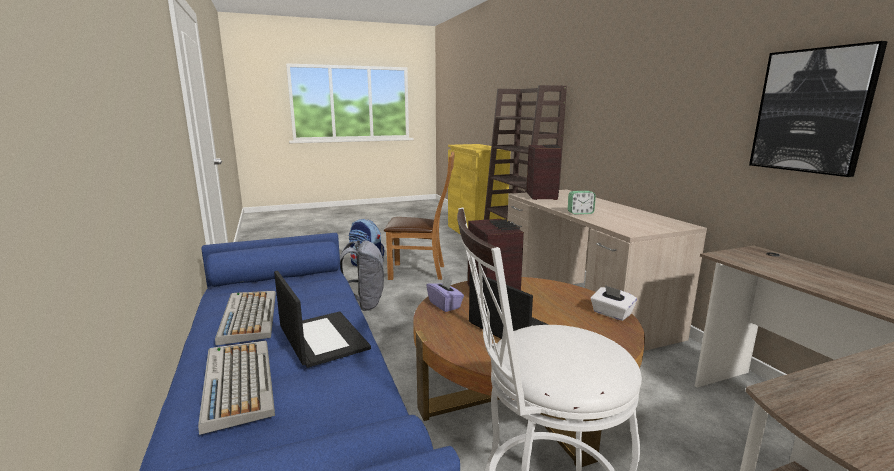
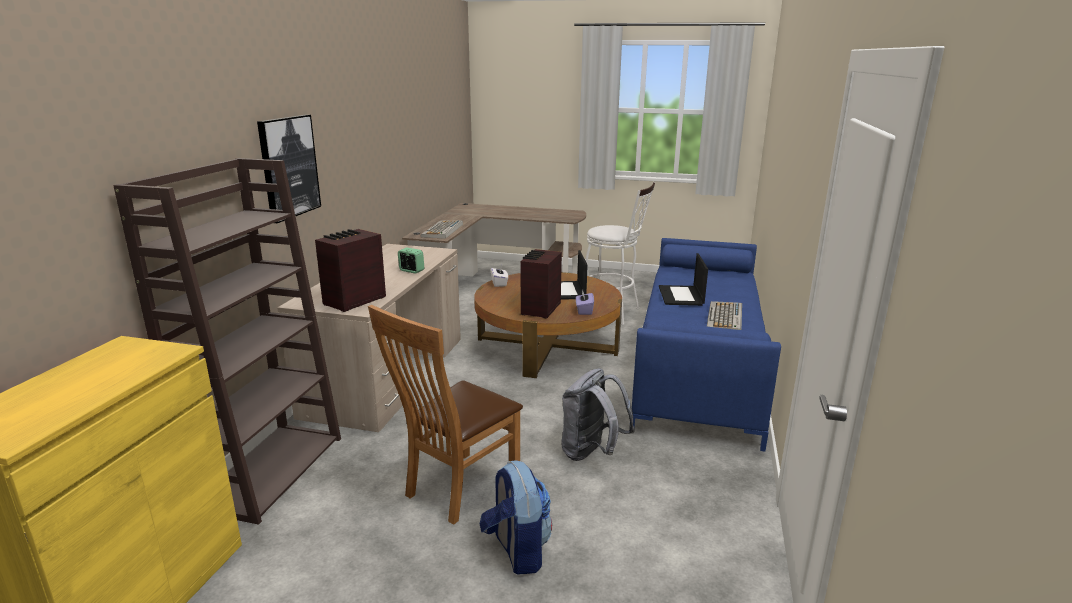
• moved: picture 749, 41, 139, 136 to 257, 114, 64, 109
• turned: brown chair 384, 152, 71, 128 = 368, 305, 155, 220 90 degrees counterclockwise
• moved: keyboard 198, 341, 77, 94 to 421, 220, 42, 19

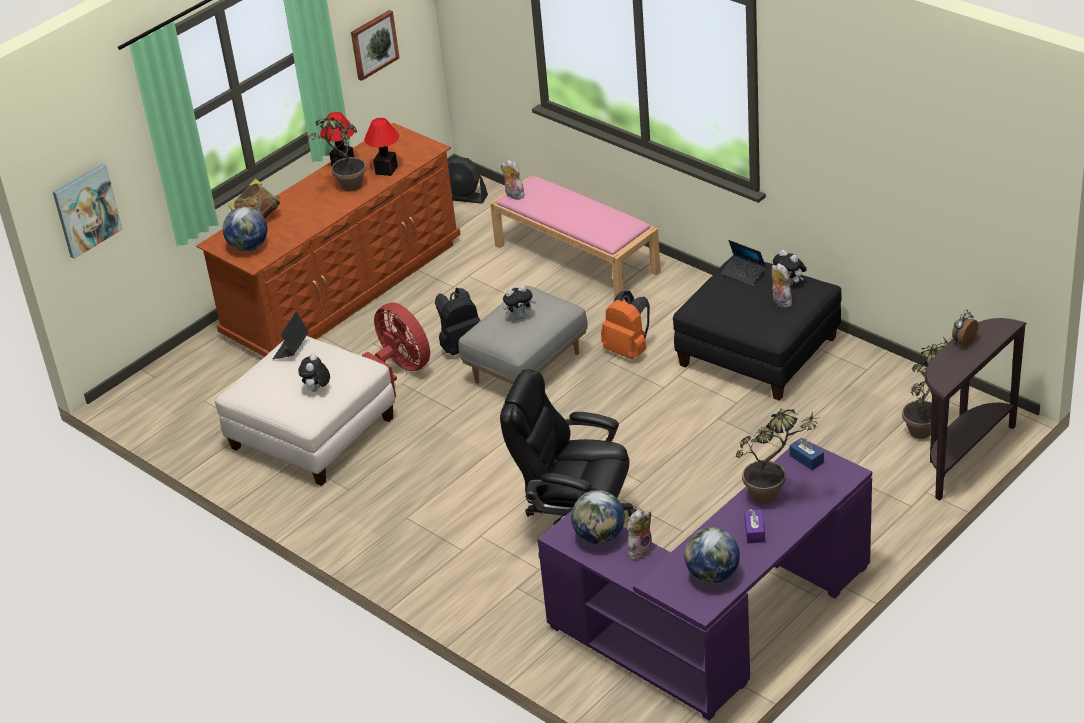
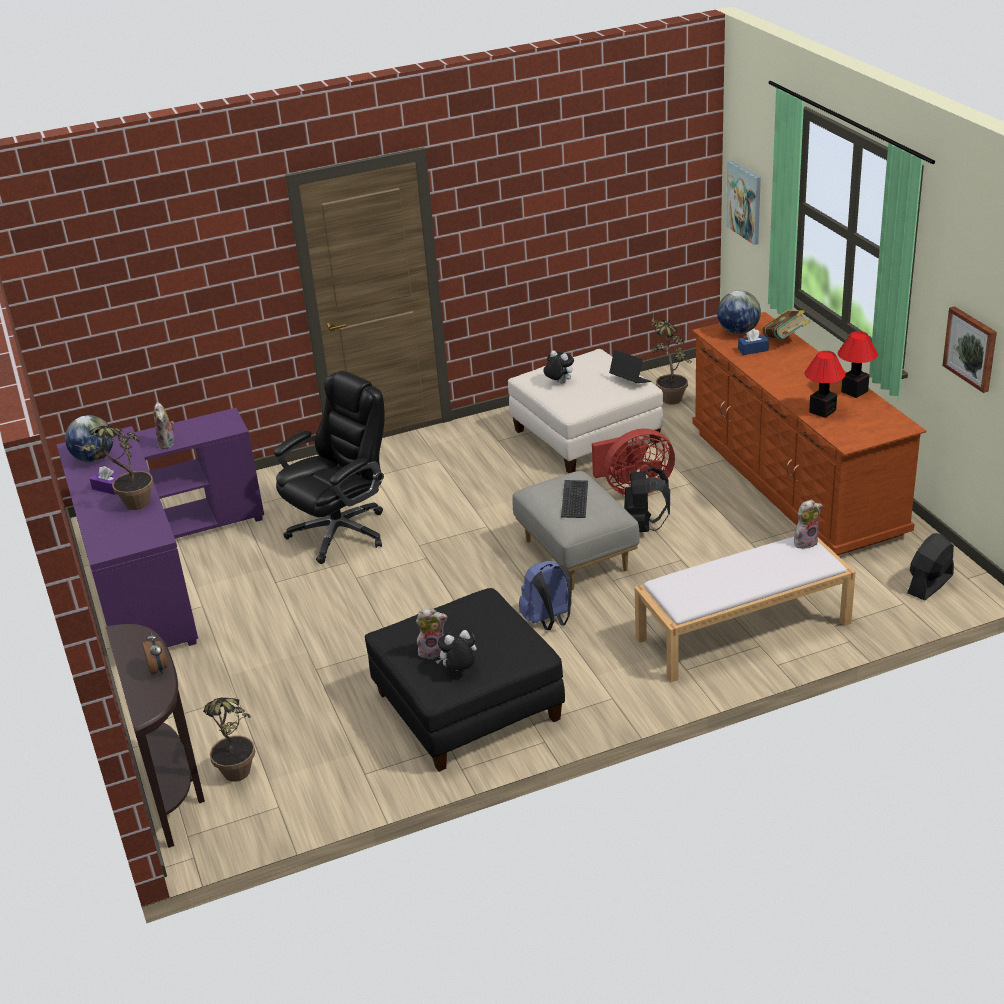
• moved: potted plant 305, 118, 61, 73 to 650, 314, 42, 91
• recoloured: pink bench 490, 175, 170, 125 to white bench 635, 537, 221, 145
• removed: laptop 721, 240, 45, 46
• replaced: plush toy 503, 285, 33, 35 to keyboard 561, 480, 27, 38
• recoloured: orange backpack 601, 291, 49, 68 to blue backpack 519, 561, 53, 69
• moved: blue tissue box 789, 438, 35, 32 to 738, 329, 31, 26
• removed: globe 571, 490, 54, 54

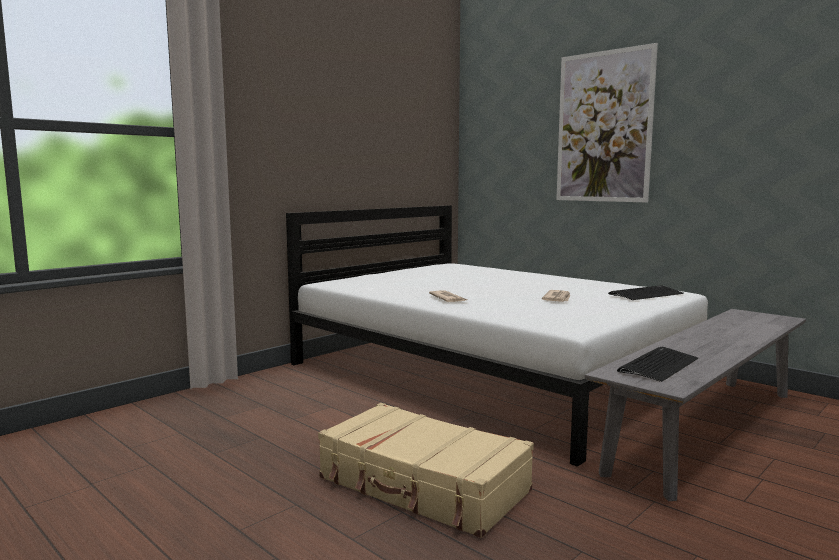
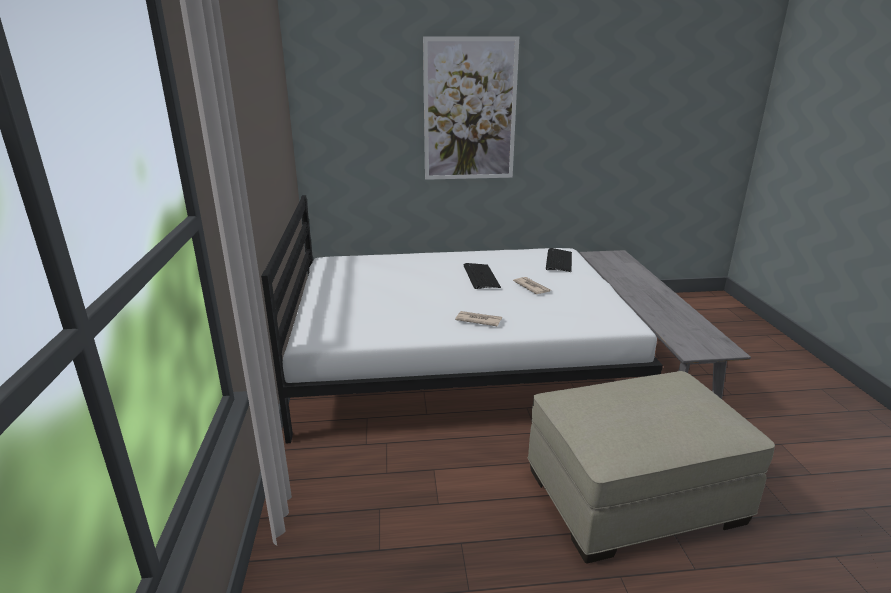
• moved: keyboard 617, 347, 81, 35 to 464, 263, 37, 26
• replaced: beige suitcase 318, 403, 216, 135 to beige ottoman 528, 371, 247, 192

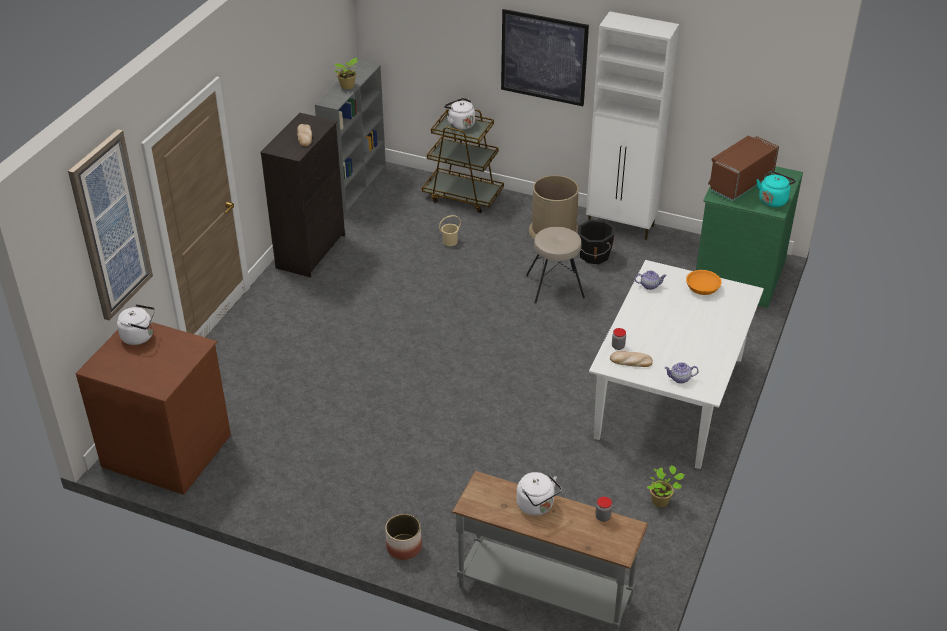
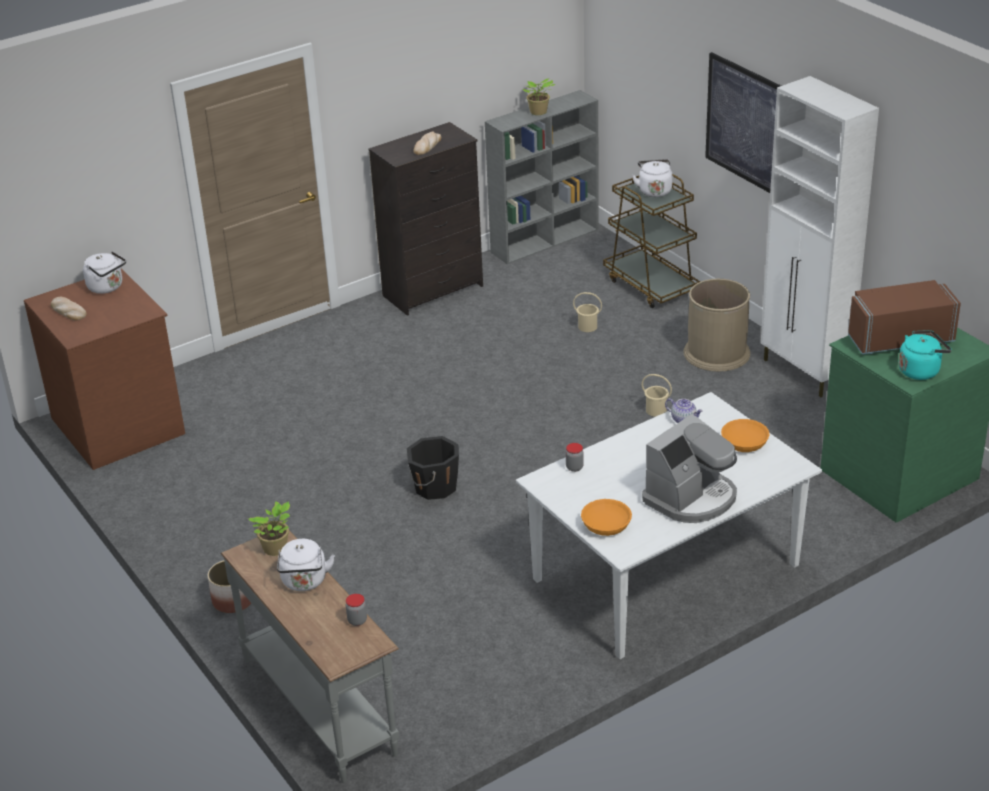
• removed: picture 68, 129, 85, 191
• moved: black bucket 576, 219, 39, 45 to 407, 436, 52, 64
• replaced: beige stool 526, 227, 59, 77 to beige bucket 642, 374, 30, 43
• moved: bread 610, 351, 43, 16 to 51, 297, 36, 24
• replaced: teapot 665, 362, 34, 22 to orange bowl 581, 499, 51, 37
• moved: potted plant 647, 465, 38, 42 to 248, 501, 42, 55
• added: coffee machine 642, 414, 95, 109

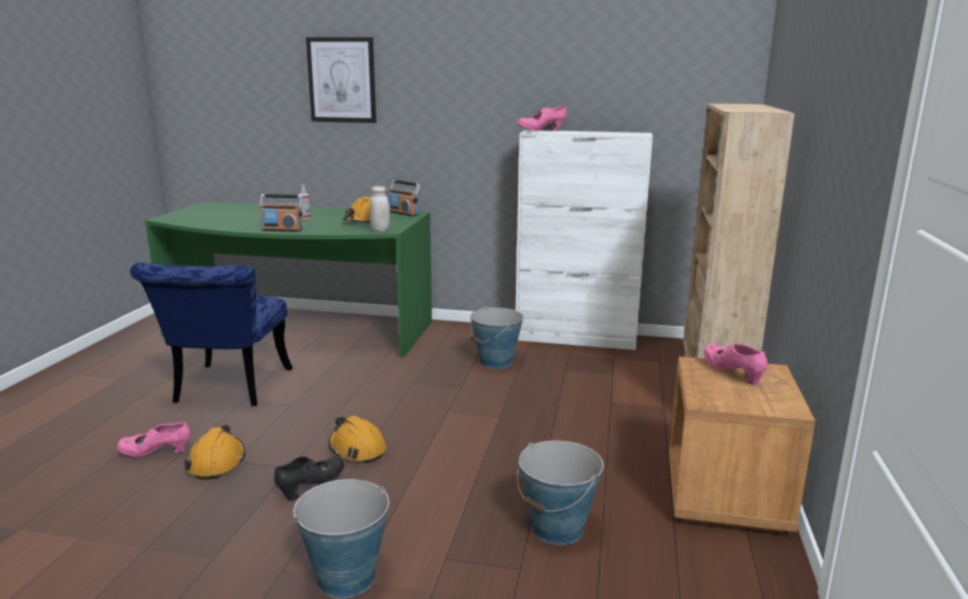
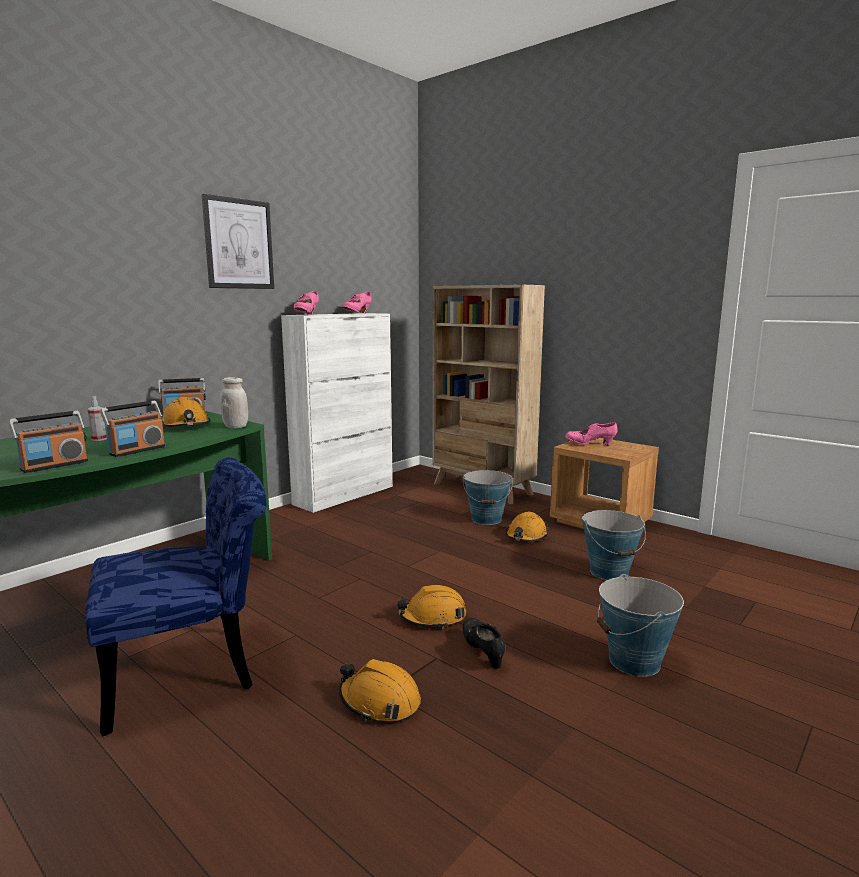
• moved: picture 306, 37, 70, 86 to 202, 194, 72, 95
• turned: blue chair 130, 262, 163, 144 = 85, 458, 182, 278 60 degrees counterclockwise
• moved: bucket 470, 306, 53, 63 to 463, 470, 50, 55
• moved: pink shoe 117, 422, 74, 35 to 342, 292, 30, 21
• added: radio 9, 411, 79, 62
• added: orange hard hat 506, 512, 43, 30

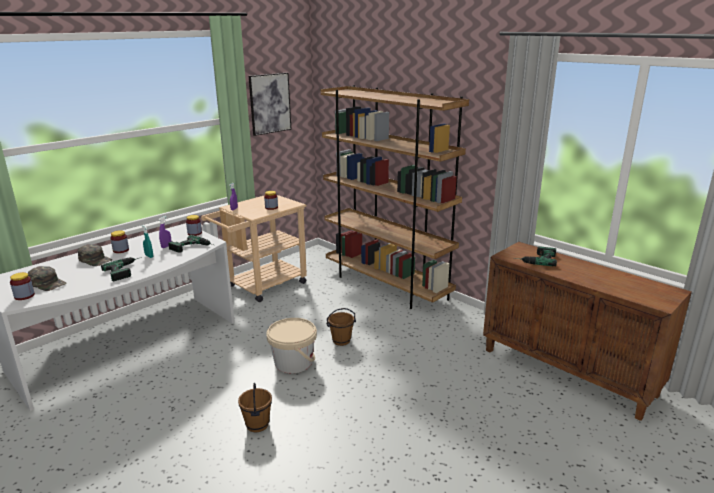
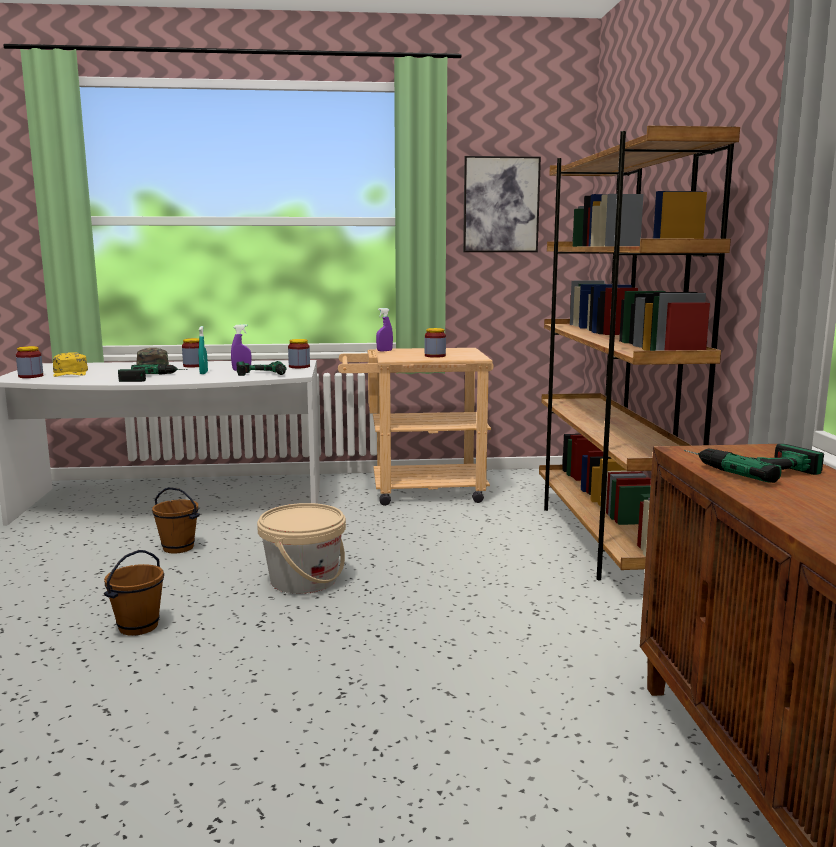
• recoloured: green cap 28, 266, 38, 25 to yellow cap 53, 352, 35, 25
• moved: brown bucket 326, 308, 30, 38 to 152, 487, 48, 66

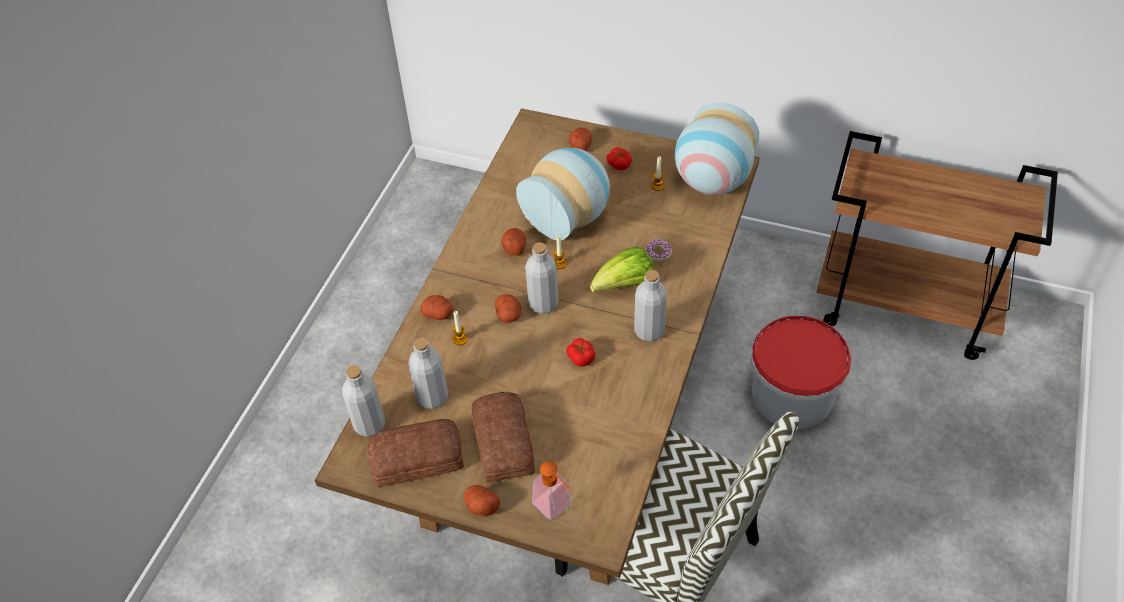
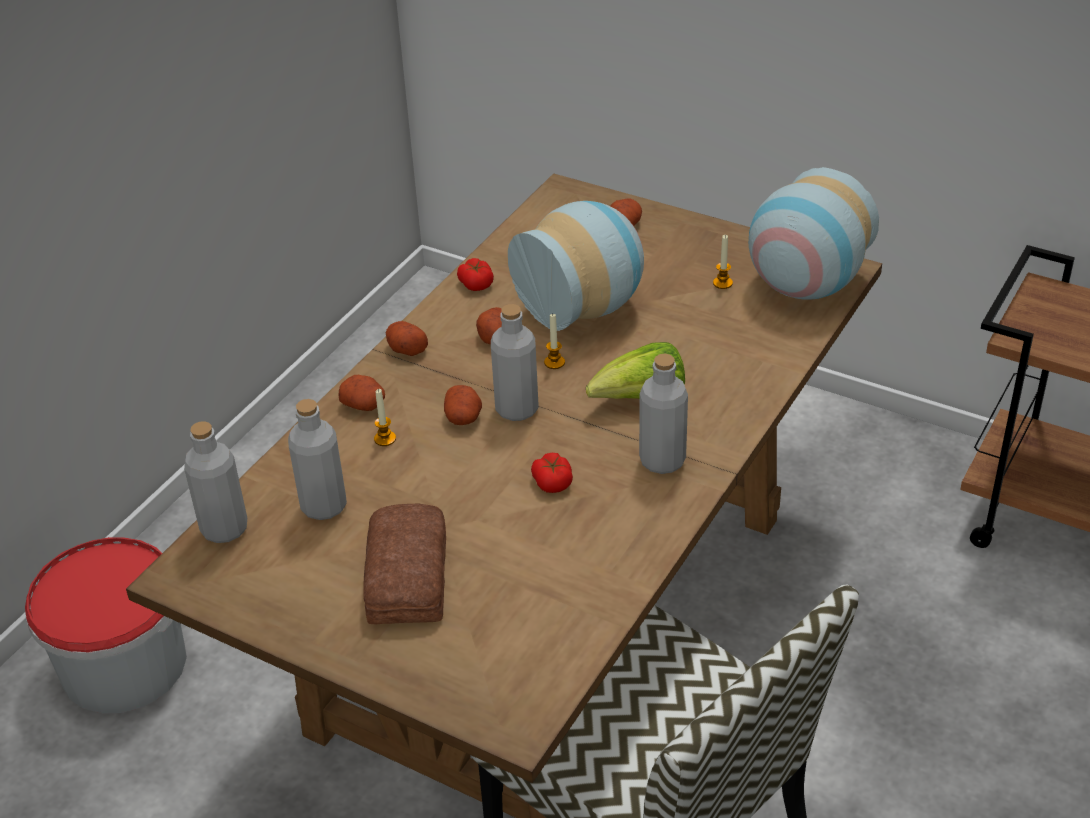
• moved: tomato 606, 147, 26, 23 to 457, 258, 37, 33
• removed: donut 645, 240, 27, 23
• moved: bucket 750, 316, 101, 113 to 25, 537, 162, 177
• removed: bread 367, 419, 97, 68
• removed: soap dispenser 532, 461, 39, 59
• moved: potato 464, 485, 36, 31 to 386, 321, 42, 35

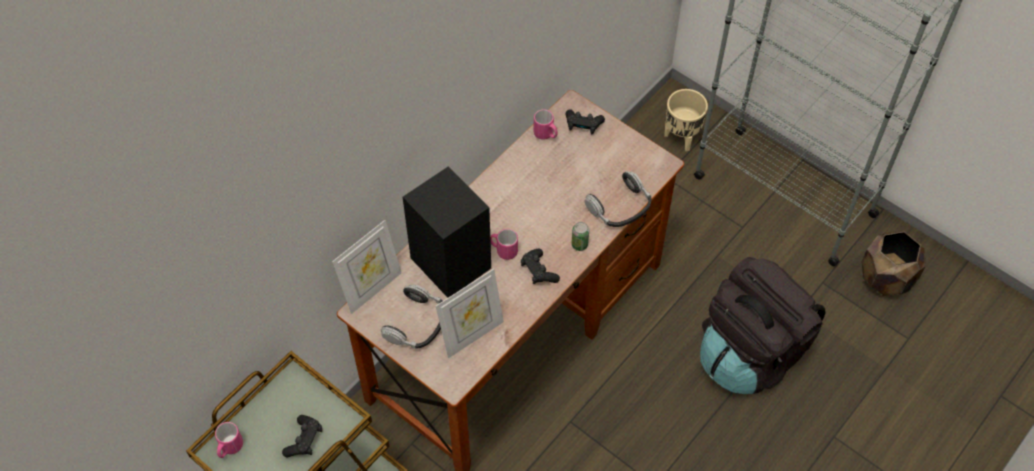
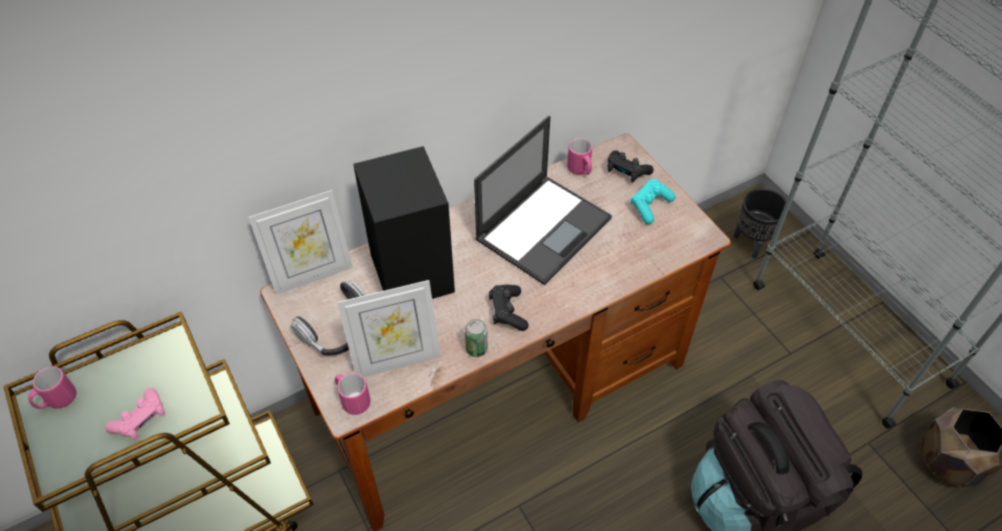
• recoloured: beige planter 664, 89, 44, 62 to black planter 734, 188, 55, 70
• removed: headphones 585, 171, 66, 56
• moved: can 571, 222, 18, 29 to 465, 319, 23, 38
• moved: pink mug 490, 229, 28, 31 to 335, 373, 35, 42
• recoloured: black game controller 282, 415, 40, 42 to pink game controller 105, 388, 60, 52
• added: laptop 474, 116, 138, 169
• added: turquoise game controller 630, 179, 45, 45

